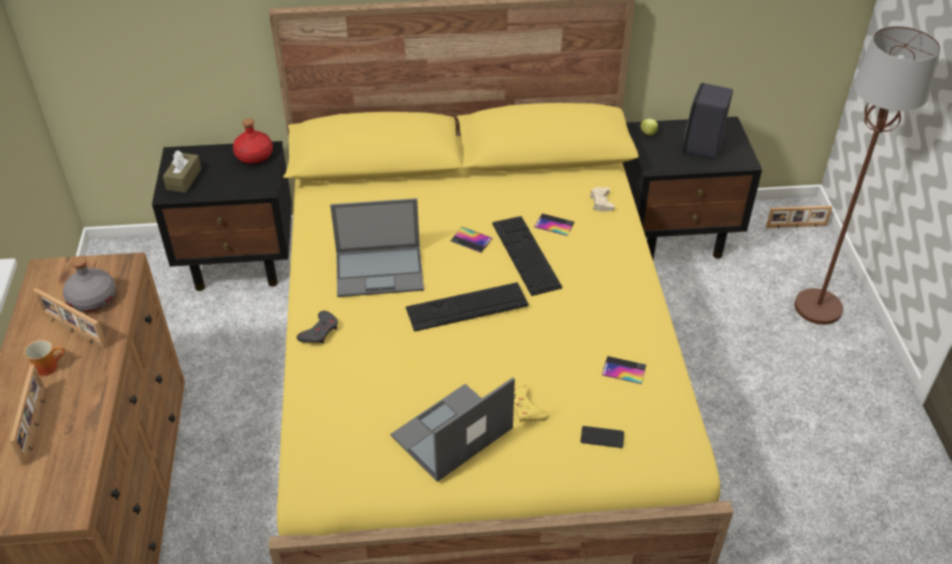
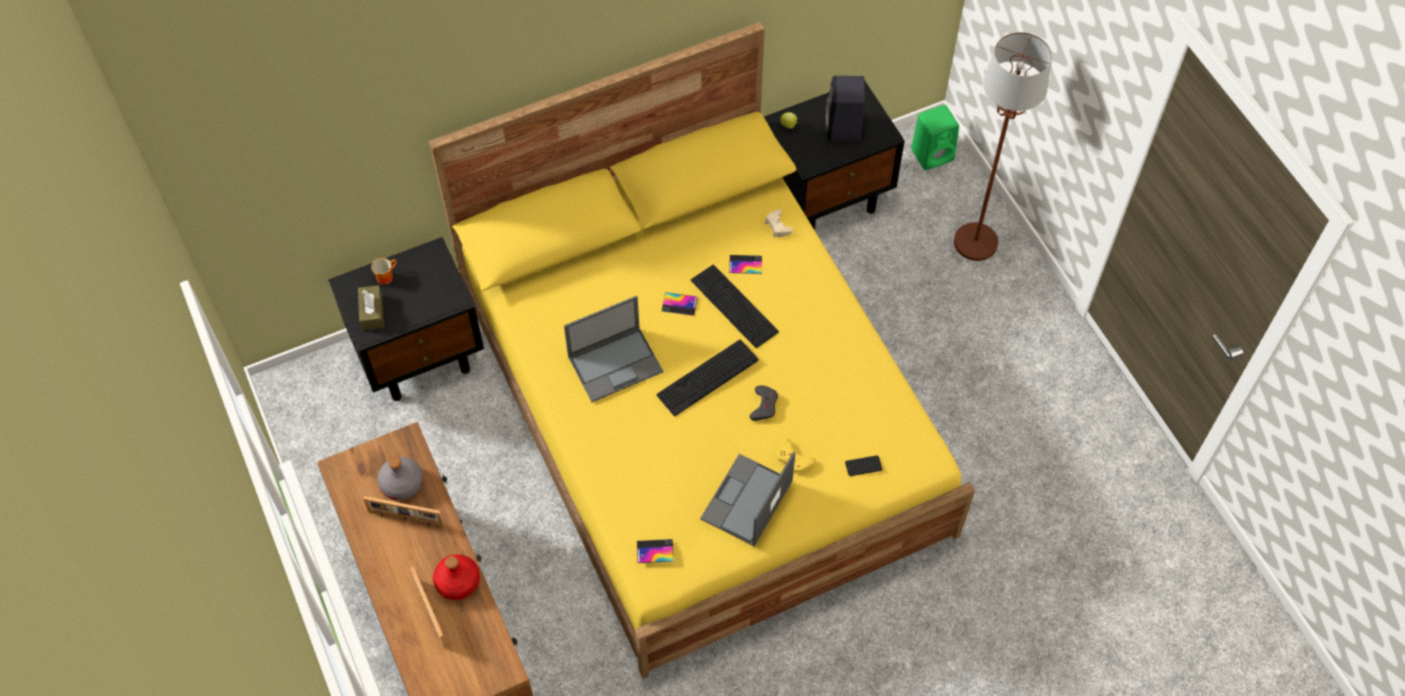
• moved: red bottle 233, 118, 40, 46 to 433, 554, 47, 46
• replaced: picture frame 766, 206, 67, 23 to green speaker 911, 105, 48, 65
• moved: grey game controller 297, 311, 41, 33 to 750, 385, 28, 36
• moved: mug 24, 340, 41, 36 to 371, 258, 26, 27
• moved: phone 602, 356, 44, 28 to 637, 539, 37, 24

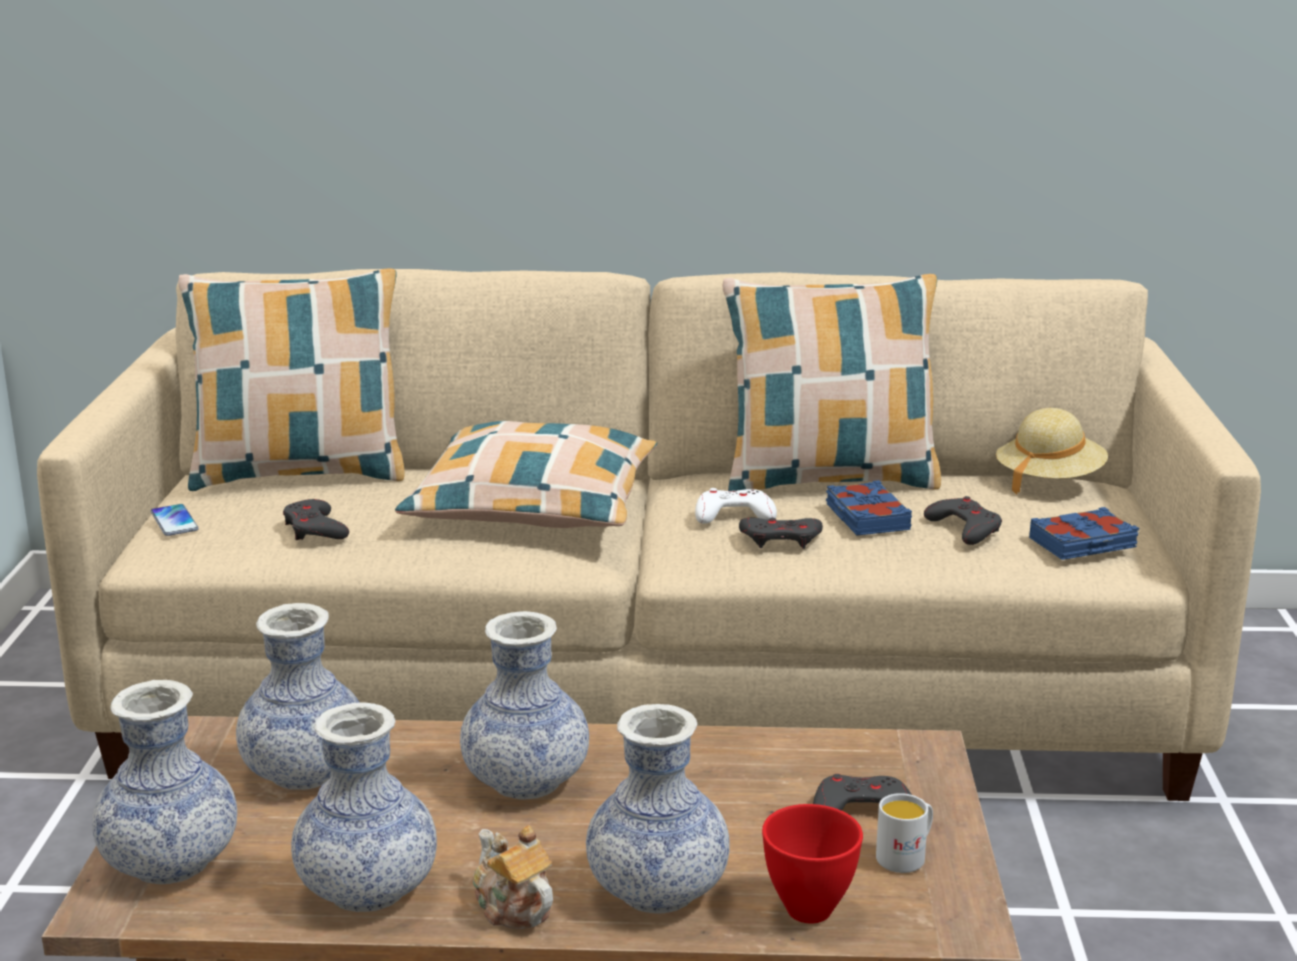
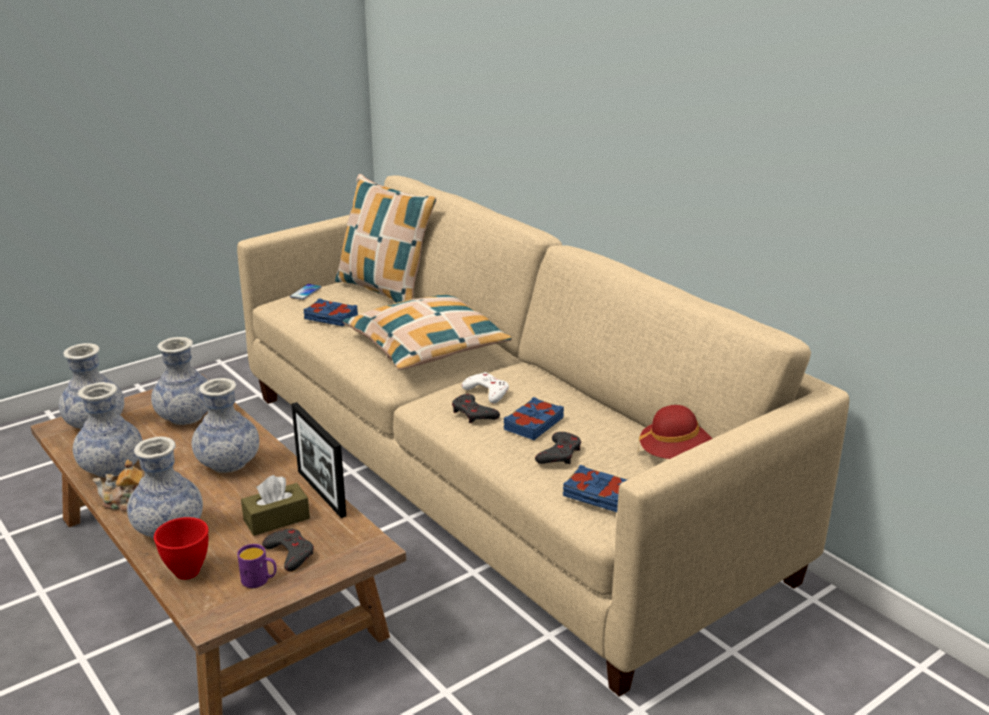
• removed: pillow 722, 274, 219, 217
• recoloured: beige hat 996, 408, 112, 87 to red hat 638, 405, 75, 54
• replaced: grey game controller 283, 499, 66, 41 to blue book 303, 298, 55, 28
• recoloured: white mug 876, 793, 57, 80 to purple mug 237, 544, 40, 44
• turned: teapot 473, 825, 80, 104 = 93, 460, 50, 51 105 degrees counterclockwise
• added: picture frame 291, 402, 55, 116
• added: brown tissue box 241, 475, 69, 61

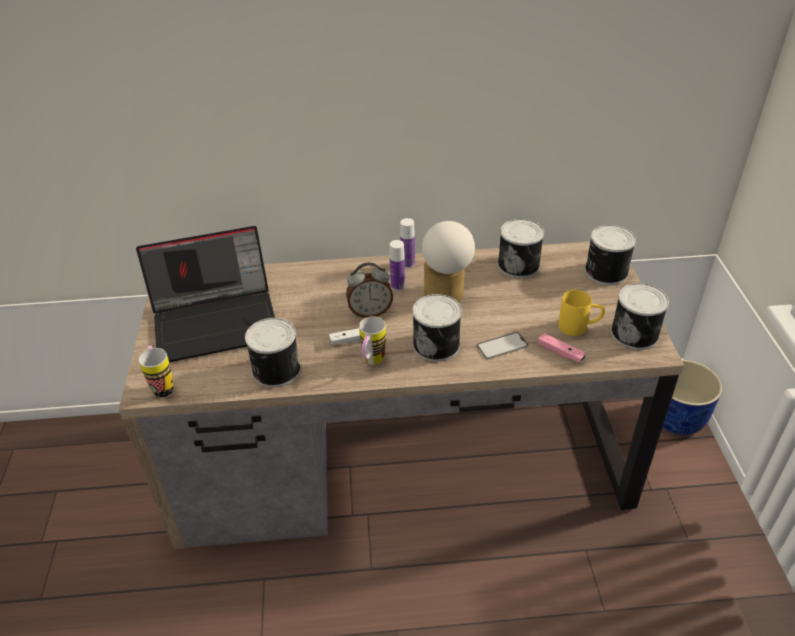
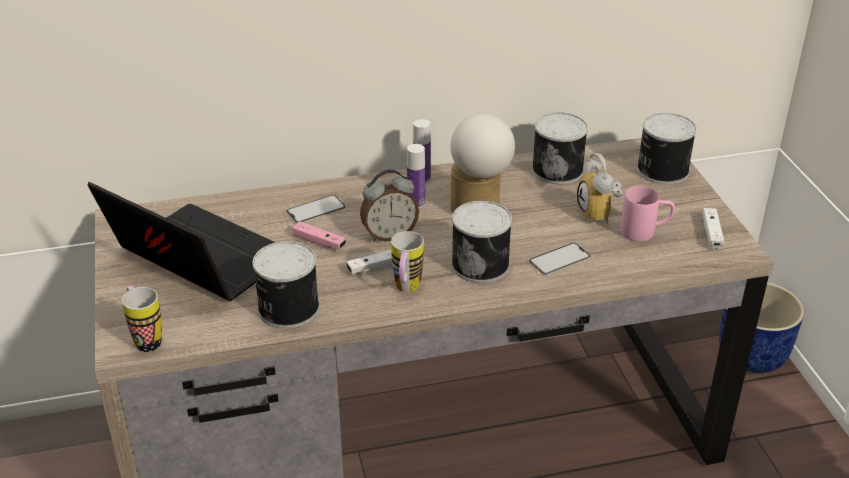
• turned: laptop 136, 226, 139, 136 = 88, 182, 188, 119 120 degrees counterclockwise
• replaced: can 611, 283, 58, 67 to white game controller 702, 208, 22, 42
• recoloured: yellow mug 559, 290, 46, 46 to pink mug 621, 186, 54, 56
• moved: pink game controller 538, 333, 48, 30 to 292, 221, 54, 29
• added: alarm clock 577, 153, 46, 71
• added: phone 286, 195, 59, 28

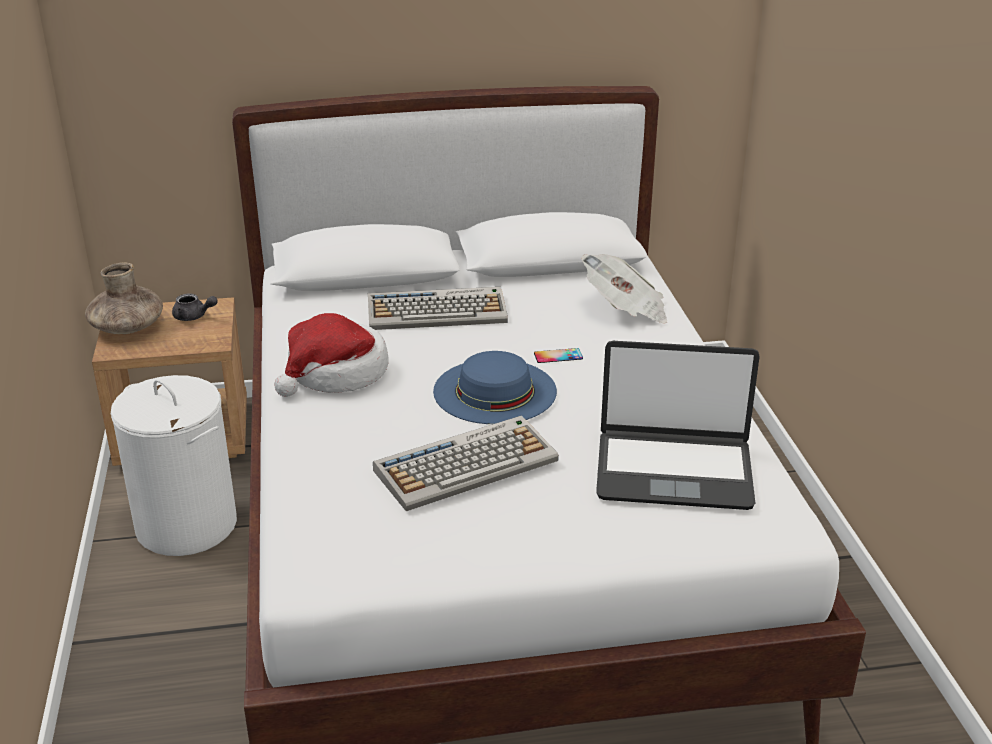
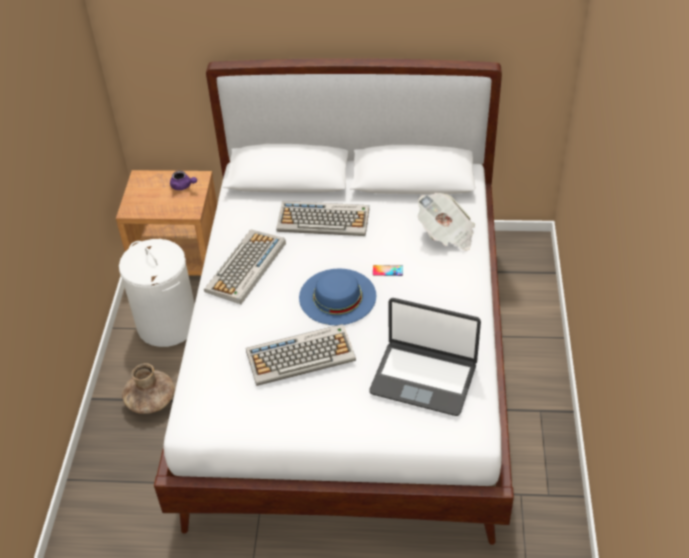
• moved: brown vase 85, 262, 78, 72 to 122, 363, 52, 51
• recoloured: grey teapot 172, 294, 46, 27 to purple teapot 170, 171, 27, 19
• replaced: hat 274, 313, 115, 84 to keyboard 204, 229, 82, 75

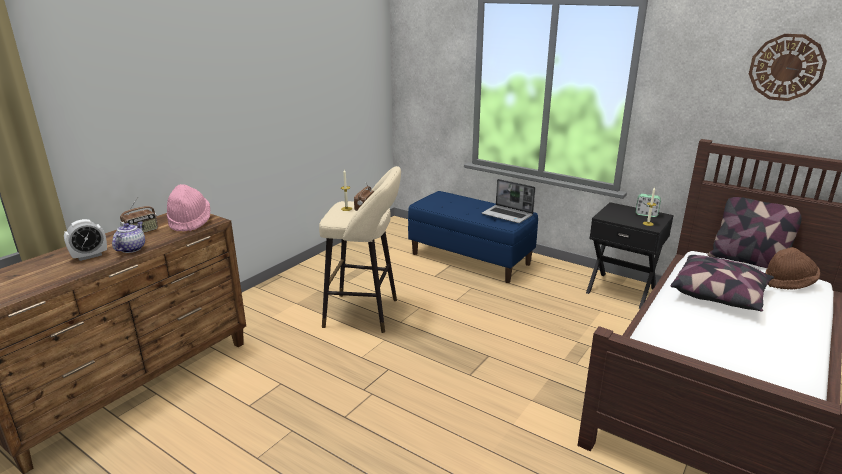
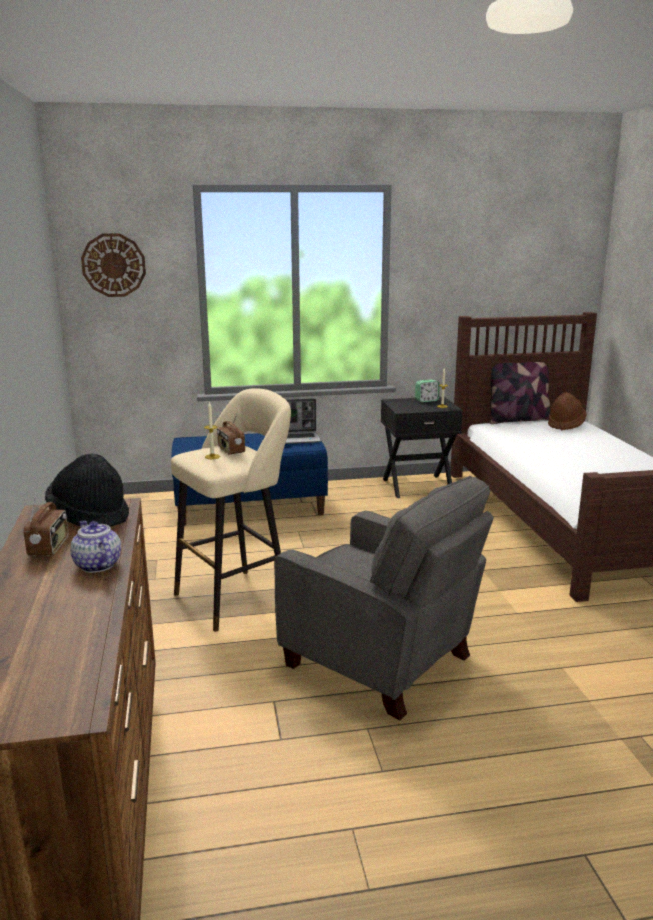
• moved: wall clock 749, 34, 78, 67 to 81, 233, 65, 64
• recoloured: pink hat 167, 184, 43, 47 to black hat 45, 454, 84, 73
• removed: alarm clock 64, 219, 43, 42
• removed: pillow 671, 255, 103, 56
• added: grey armchair 274, 476, 220, 245

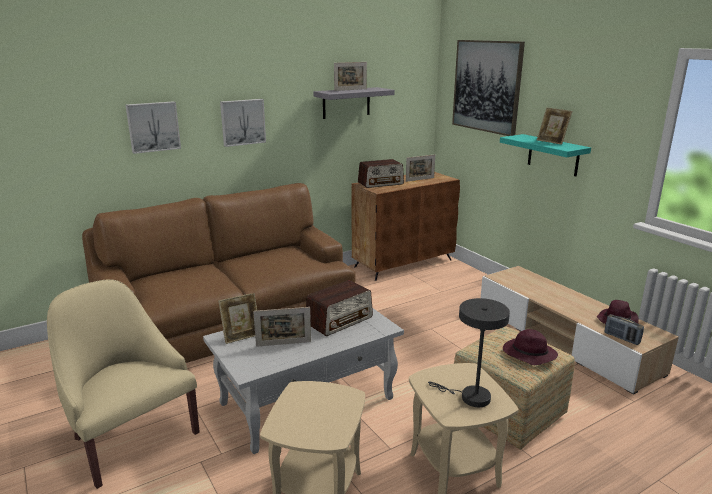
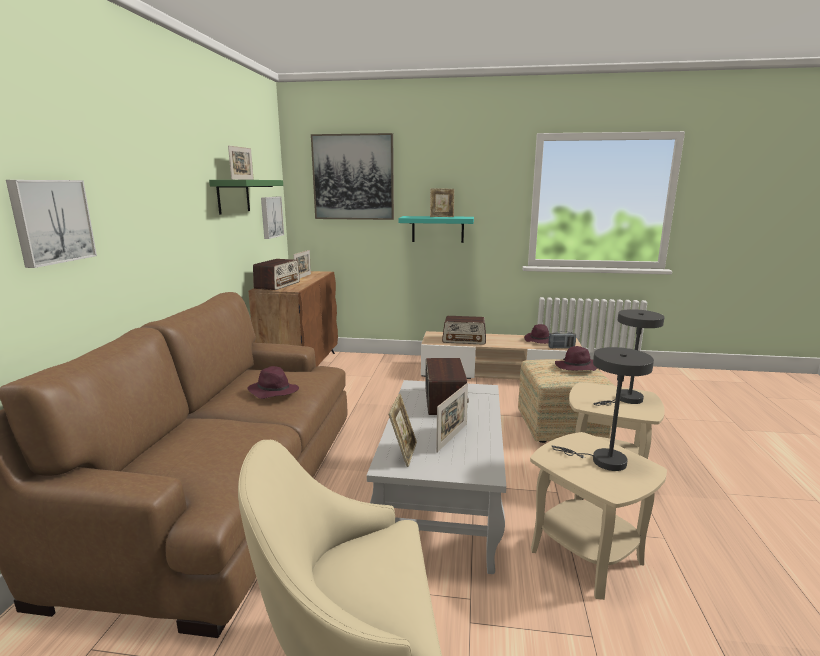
• recoloured: grey shelf 313, 87, 82, 32 to green shelf 209, 180, 74, 35
• moved: picture 220, 99, 46, 48 to 261, 197, 23, 42
• added: radio 442, 316, 44, 29
• added: grey table lamp 552, 347, 102, 124
• added: purple hat 247, 366, 52, 33

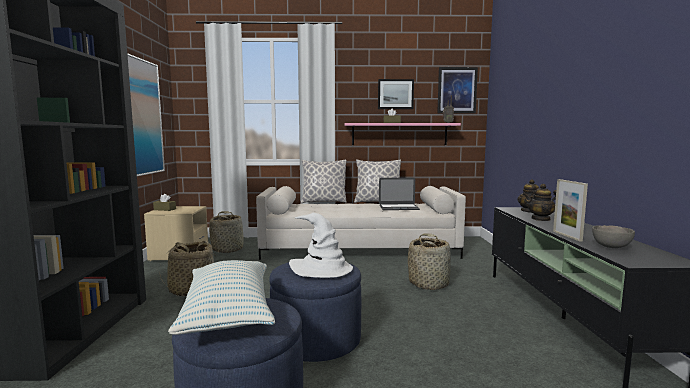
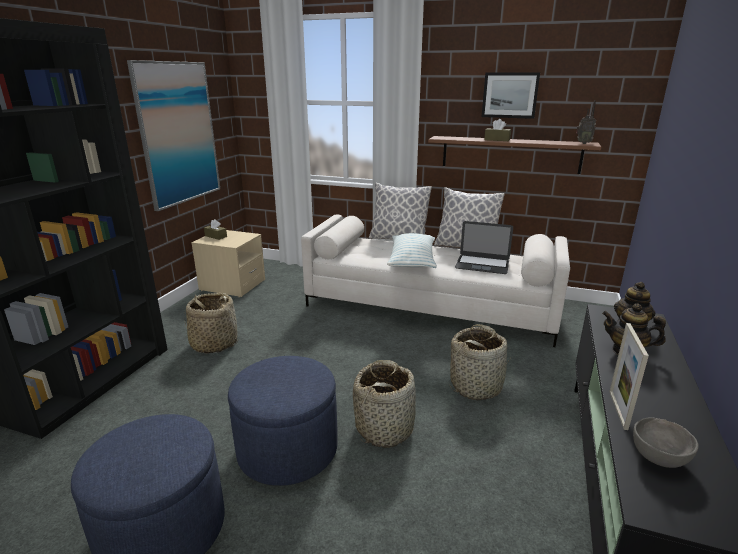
• removed: picture 437, 67, 41, 47
• recoloured: pink shelf 344, 123, 117, 22 to brown shelf 428, 136, 173, 38
• moved: basket 209, 211, 35, 42 to 353, 360, 63, 88
• removed: white hat 289, 213, 64, 65
• moved: pillow 168, 260, 107, 75 to 387, 233, 50, 35

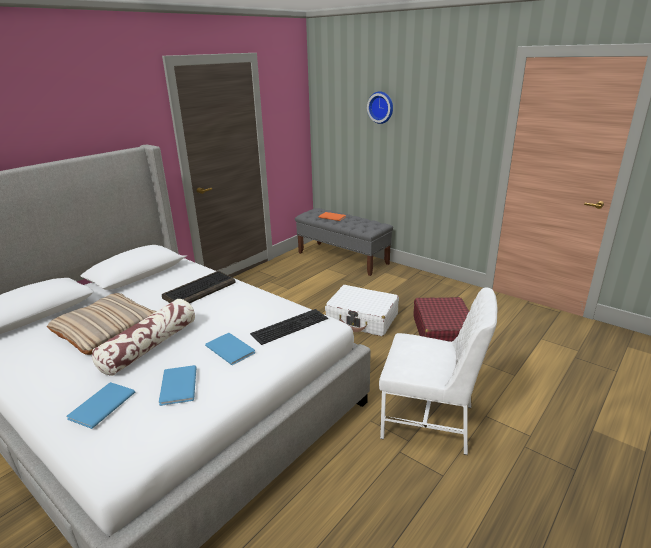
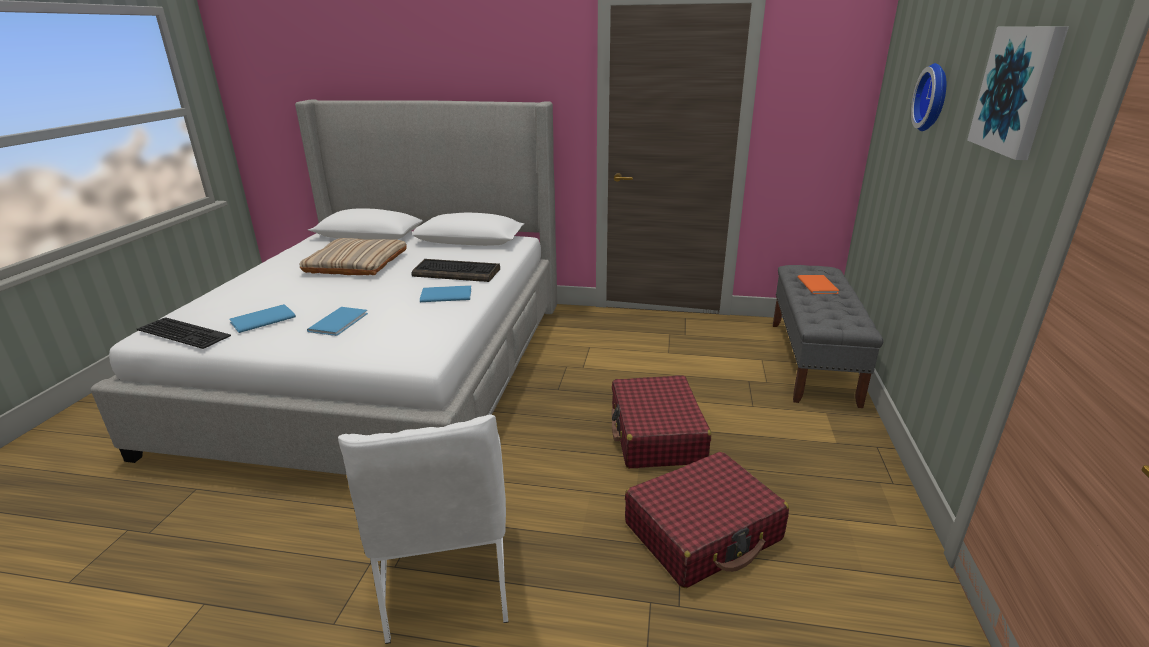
• recoloured: white suitcase 325, 285, 74, 51 to red suitcase 612, 376, 99, 92
• removed: pillow 92, 299, 103, 77
• moved: keyboard 250, 309, 78, 36 to 137, 317, 94, 32
• moved: blue book 66, 382, 69, 47 to 420, 285, 51, 17
• added: picture 967, 26, 102, 134

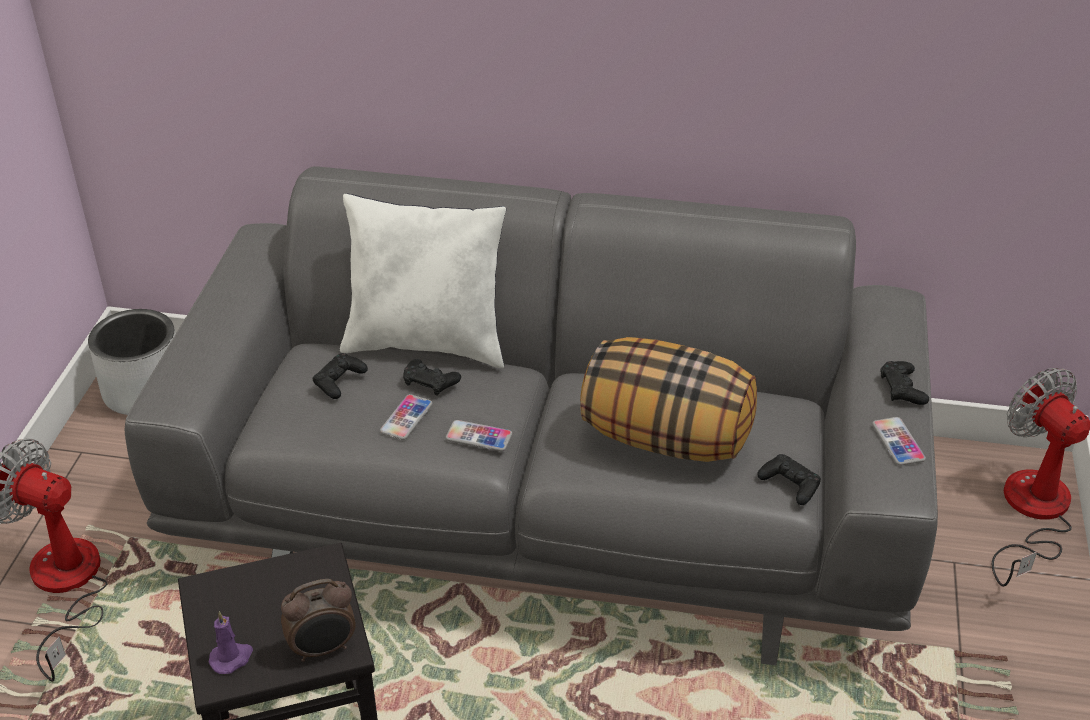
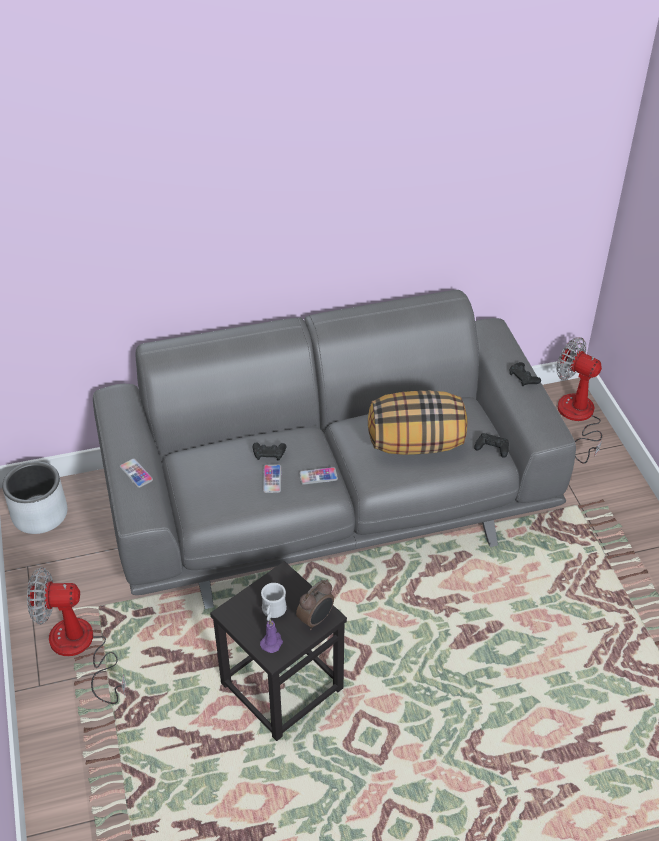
• removed: white pillow 340, 193, 166, 175
• removed: black game controller 312, 353, 56, 46
• moved: phone 872, 417, 54, 49 to 120, 459, 33, 29
• added: white mug 261, 583, 26, 38

